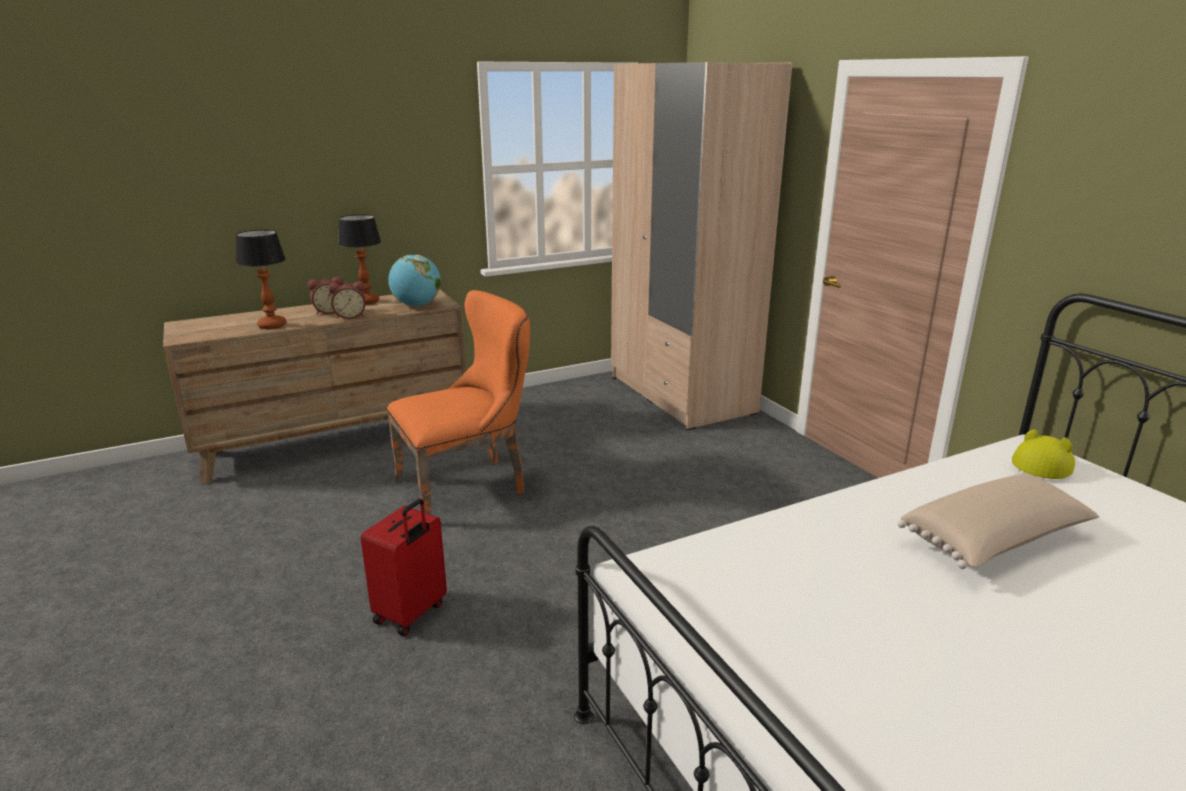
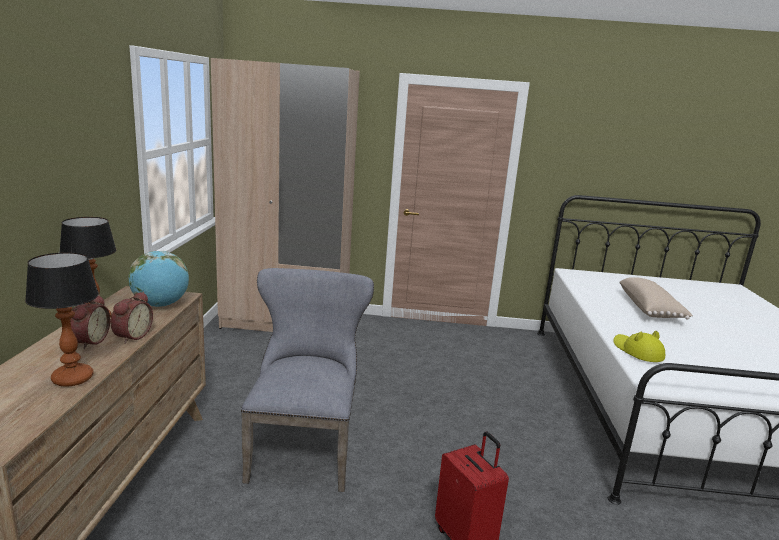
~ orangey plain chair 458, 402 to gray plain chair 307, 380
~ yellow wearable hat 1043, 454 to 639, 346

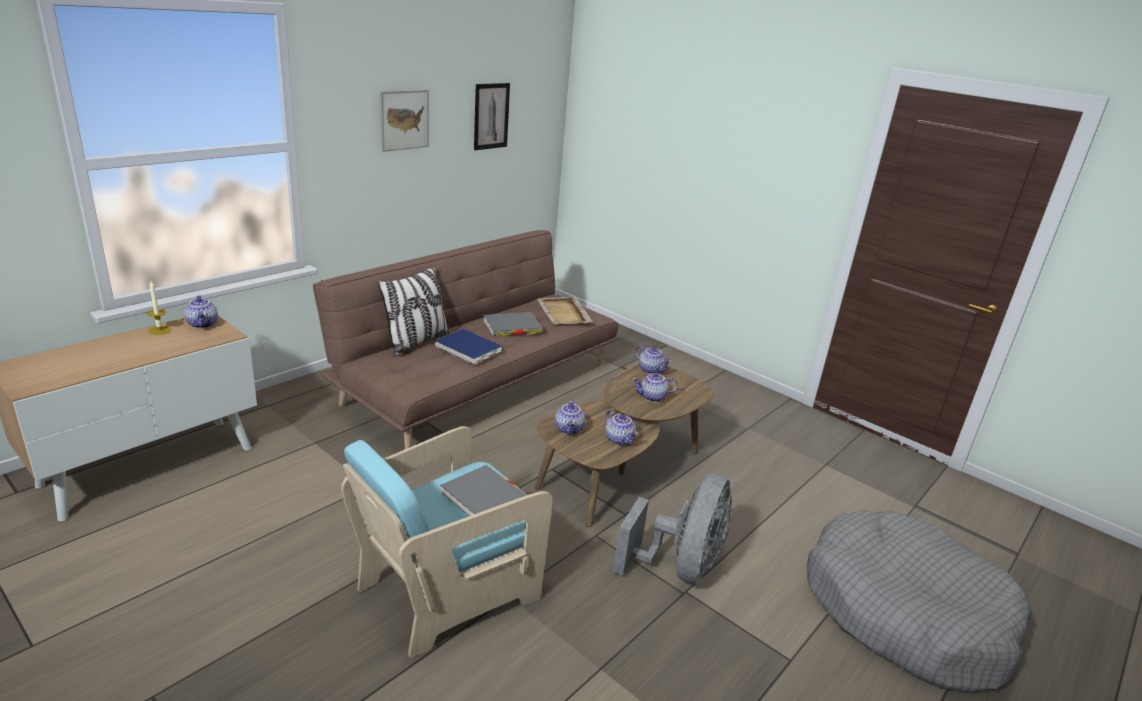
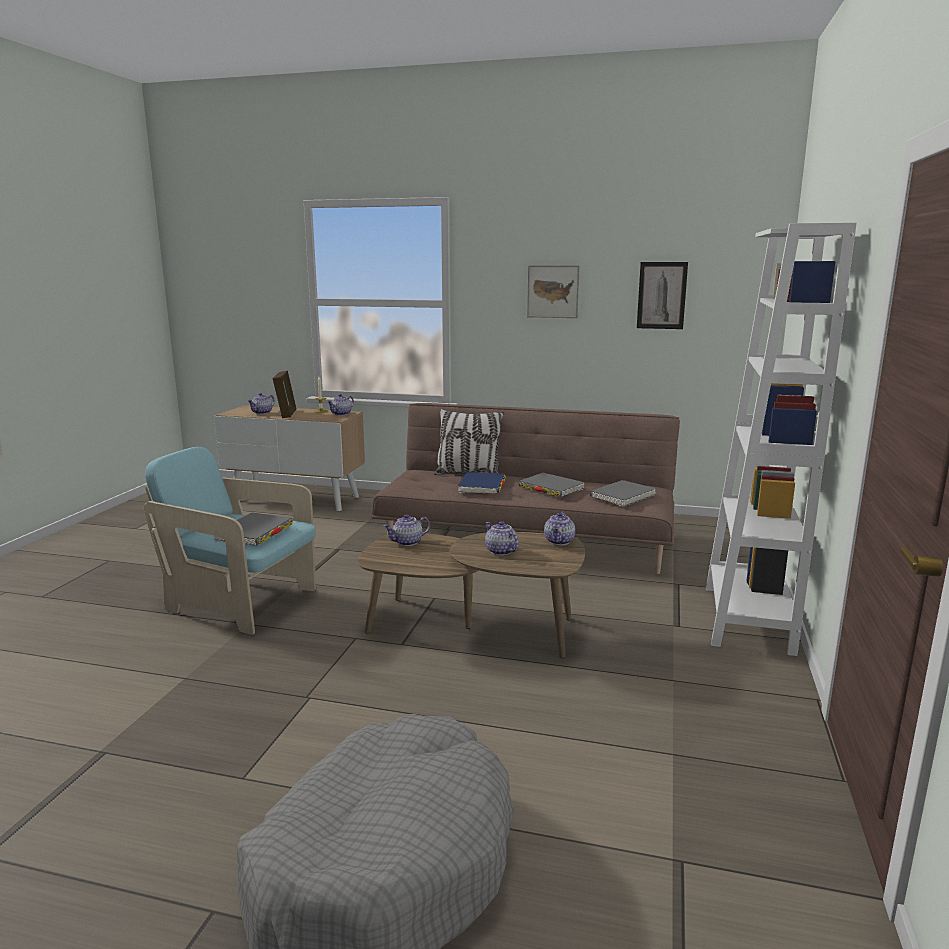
~ beige-coloured carrying tray 565, 310 to gray volume 622, 493
~ pot for tea 621, 427 to 261, 403
- gray cooling fan 672, 529
+ picture frame 284, 394
+ white bookshelf 781, 439

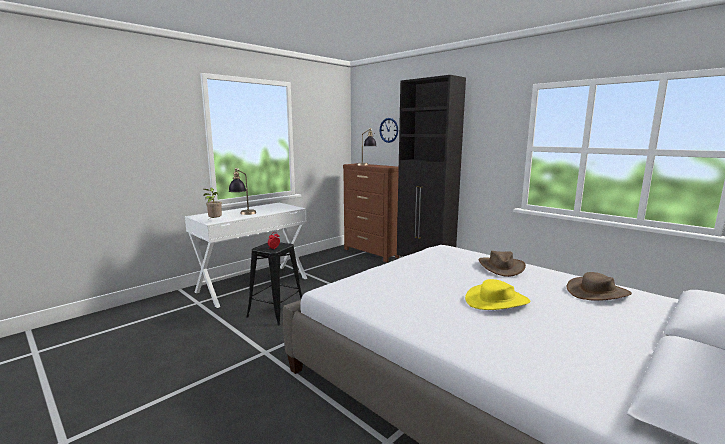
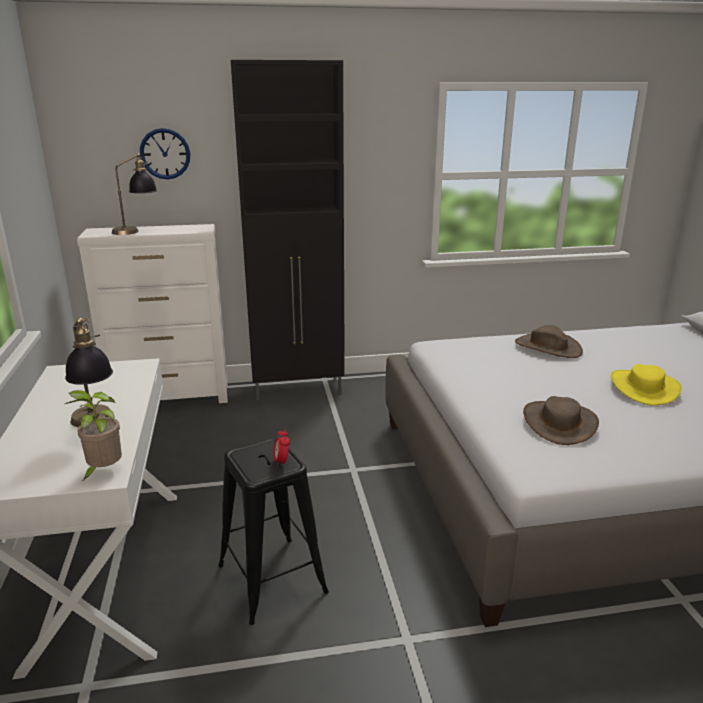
~ brown chest of drawers 371, 212 to white chest of drawers 152, 313
~ brown wearable hat 599, 286 to 561, 420

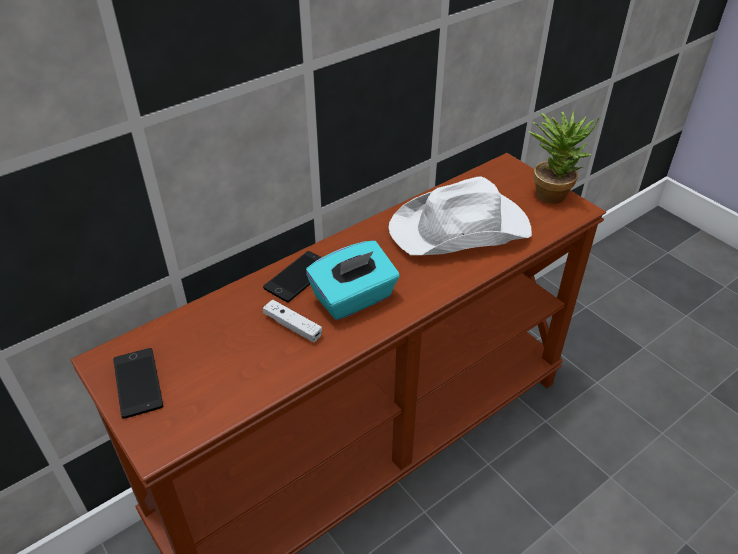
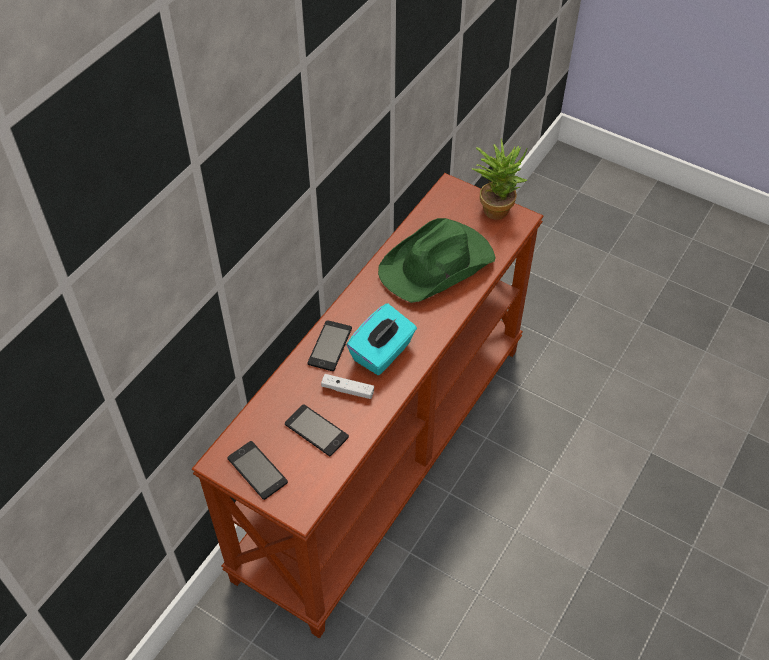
~ white wearable hat 460, 215 to greenish wearable hat 437, 260
+ phone 317, 430

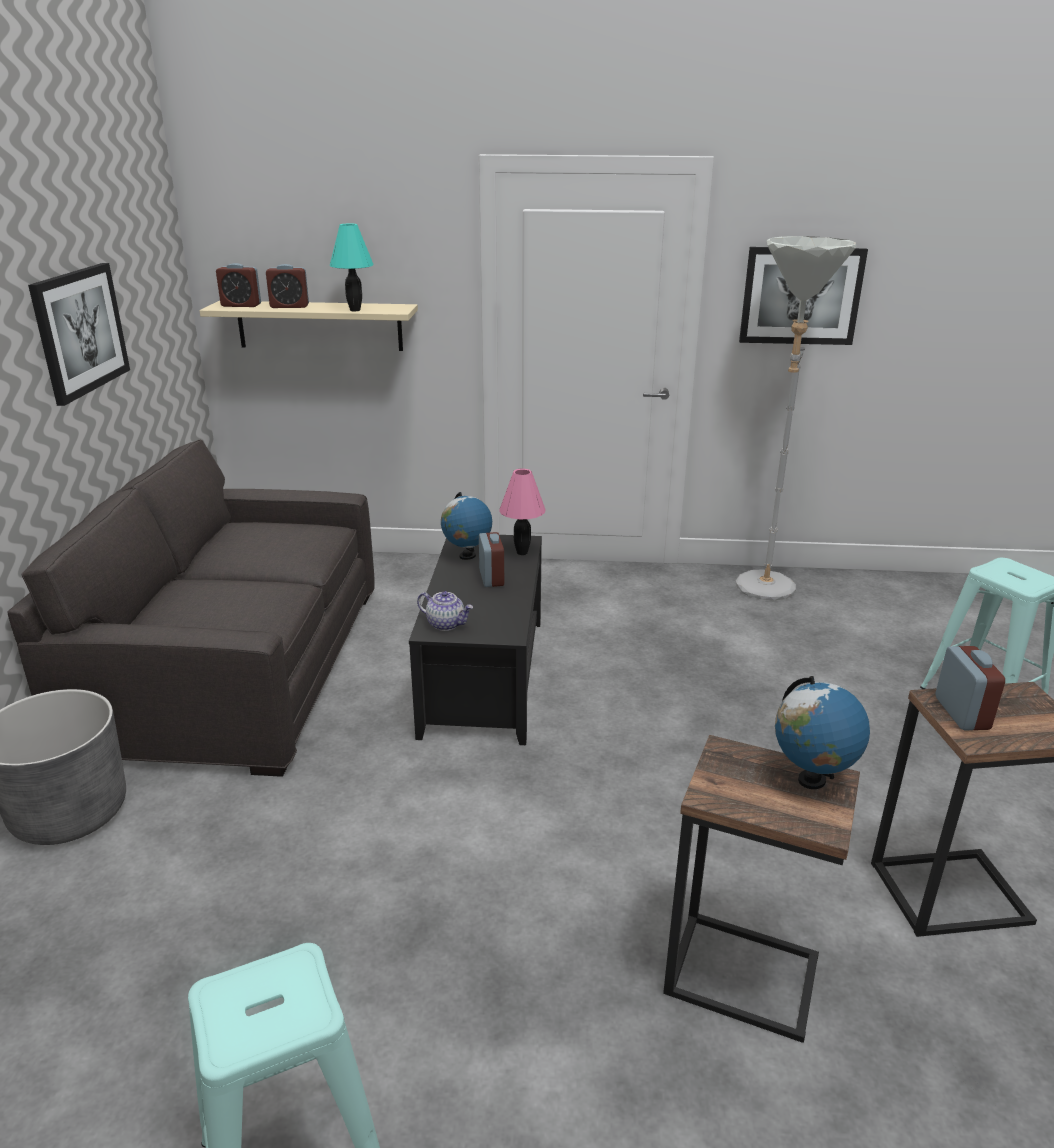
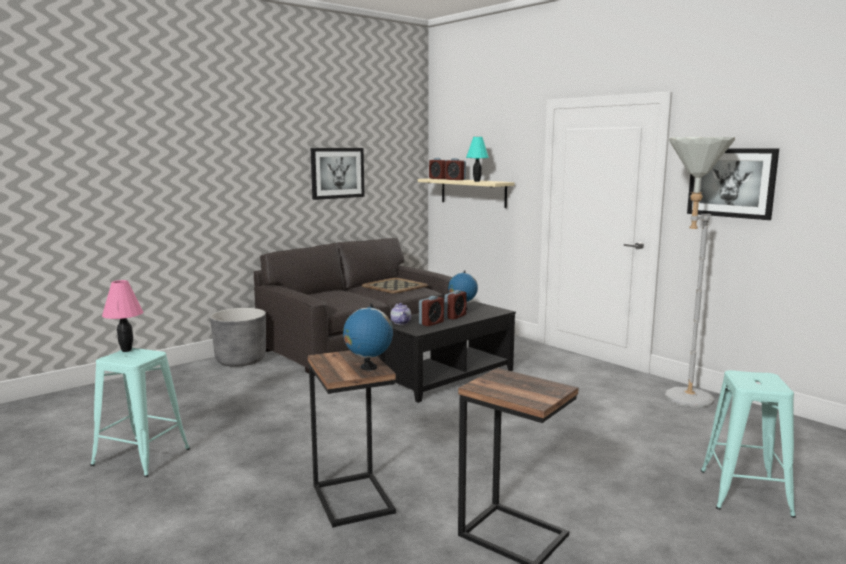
~ pink table lamp 522, 512 to 122, 316
~ bedside clock 970, 688 to 431, 311
+ carrying tray 395, 286

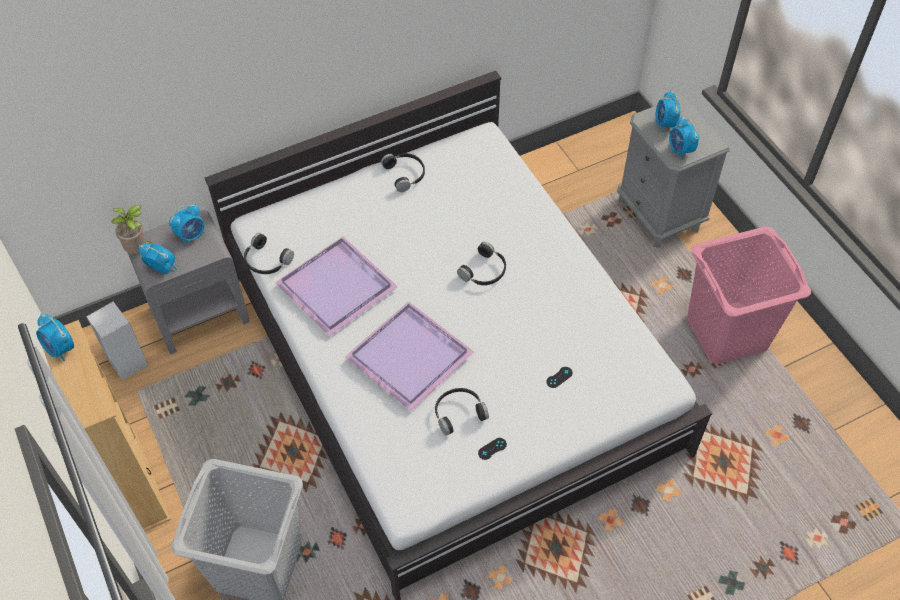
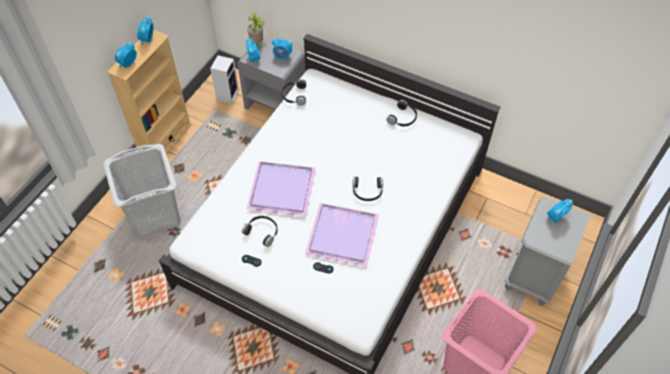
~ purplish carrying tray 336, 286 to 342, 235
~ bedside clock 684, 138 to 126, 55

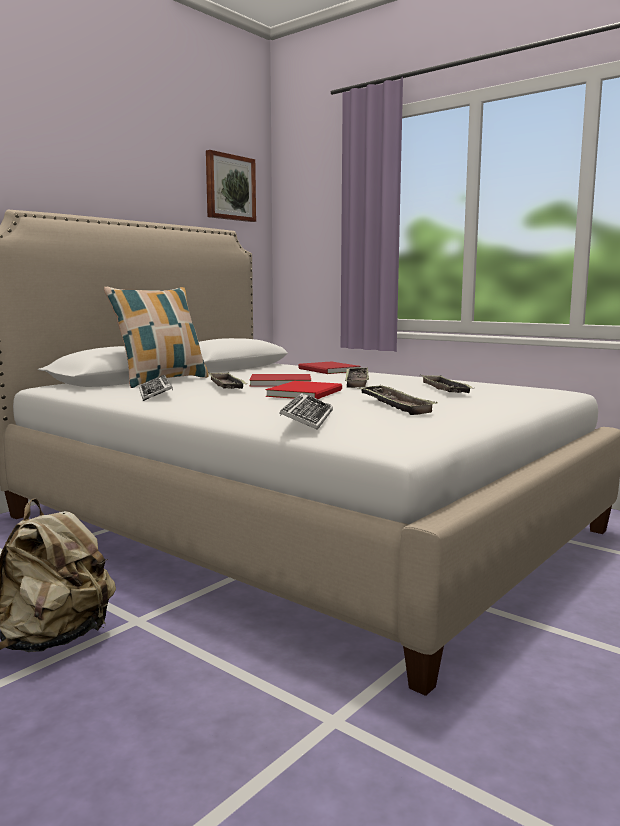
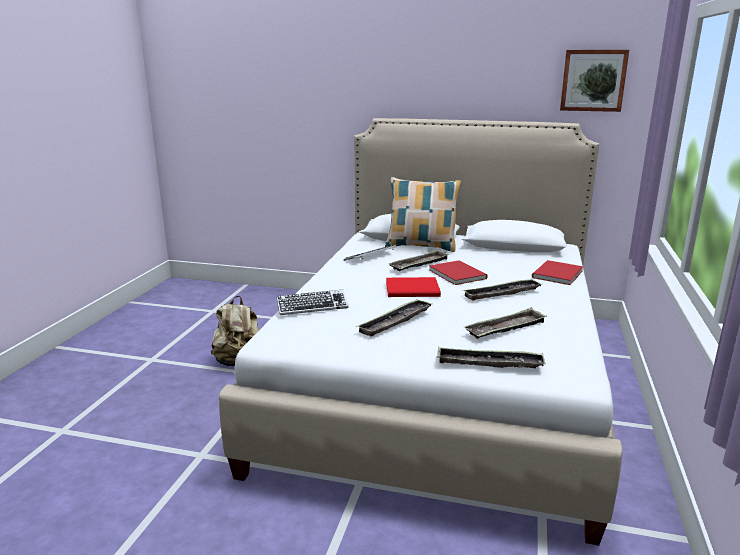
+ carrying tray 491, 357

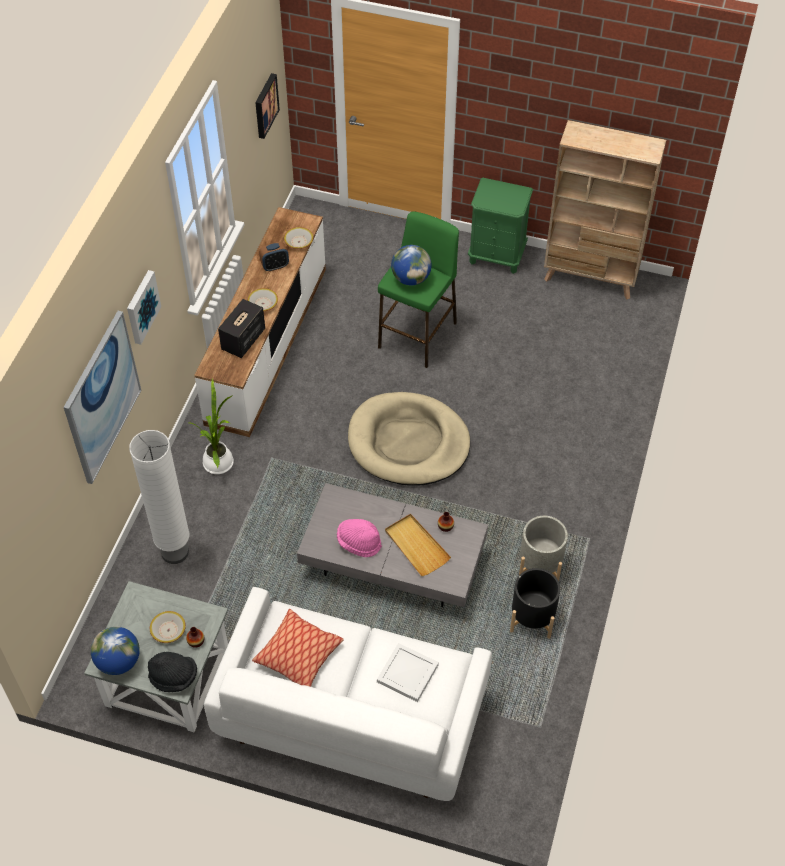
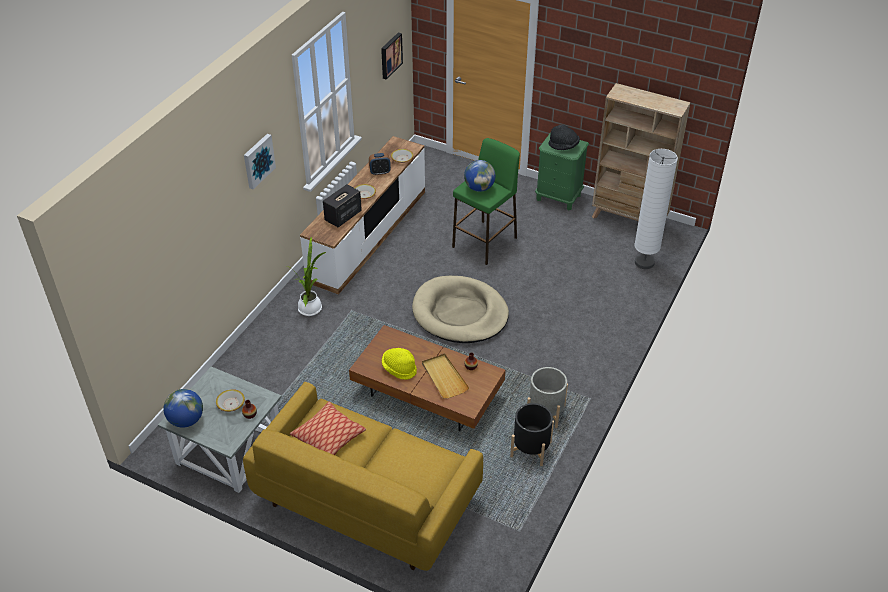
- wall picture 102, 397
~ white standard lamp 159, 497 to 656, 209
~ black-coloured wearable hat 172, 672 to 564, 137
~ white sofa 348, 694 to yellow sofa 363, 476
~ gray low table 392, 545 to brown low table 427, 378
~ pink wearable hat 359, 538 to yellow wearable hat 399, 364
- white carrying tray 408, 672

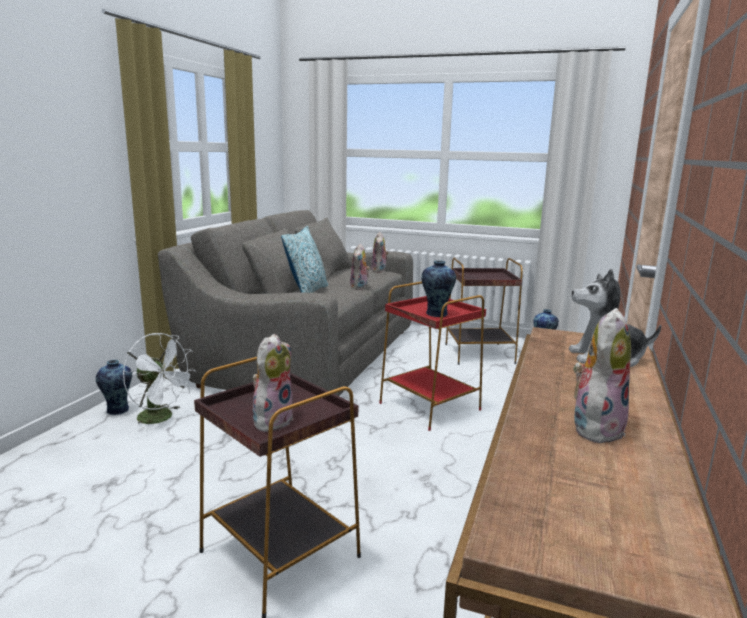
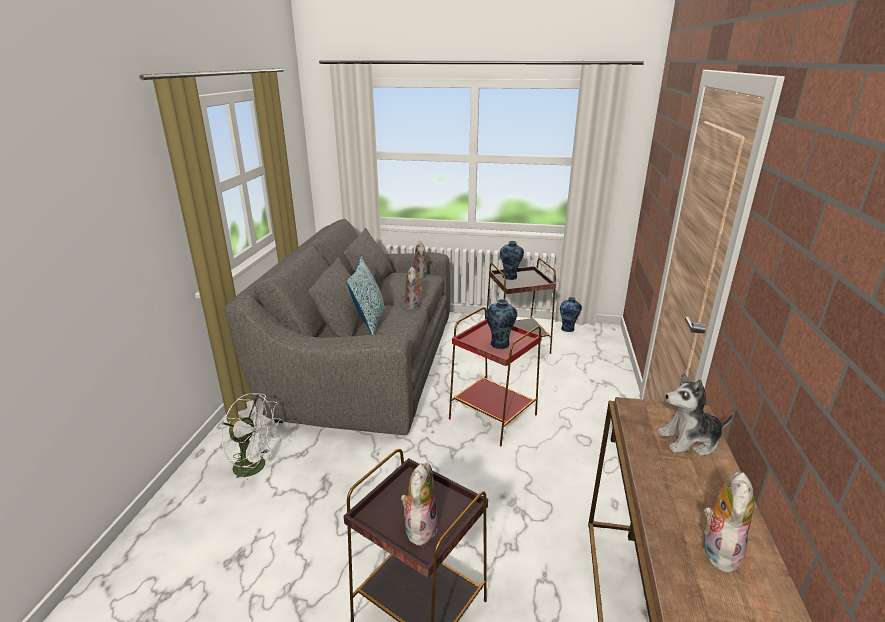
~ vase 114, 387 to 512, 260

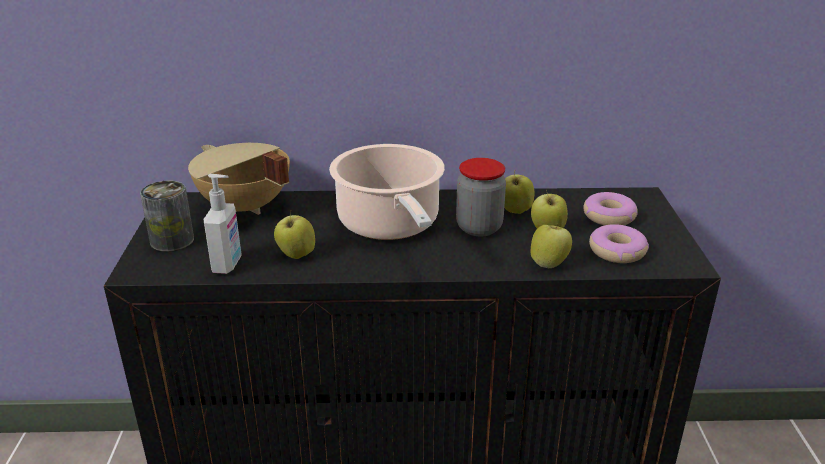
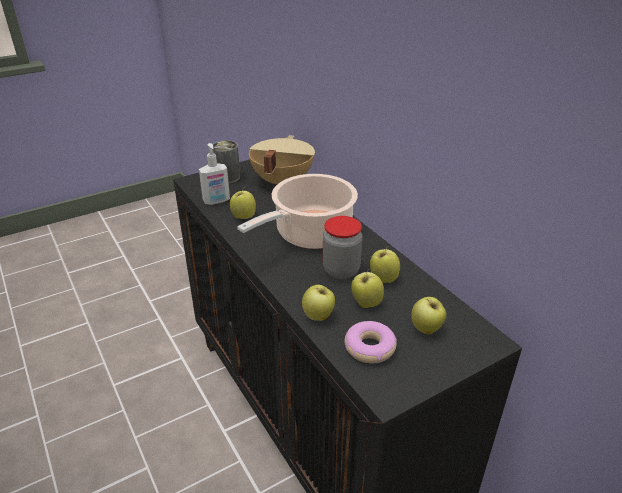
~ ring doughnut 610, 208 to apple 428, 315

